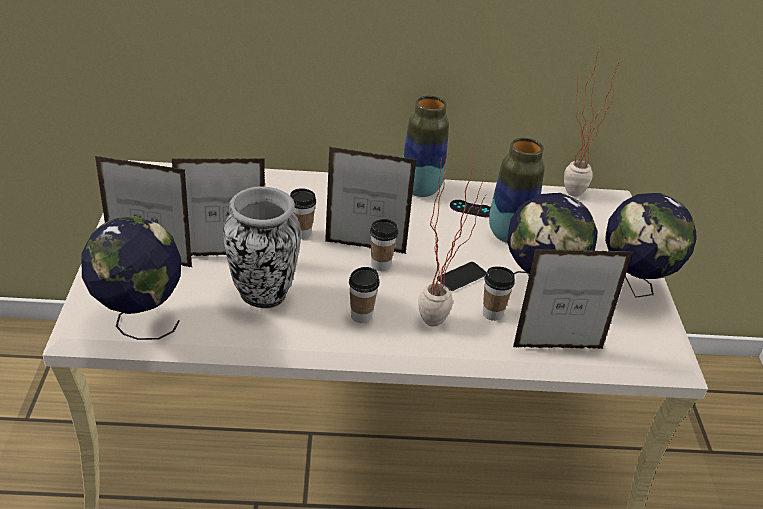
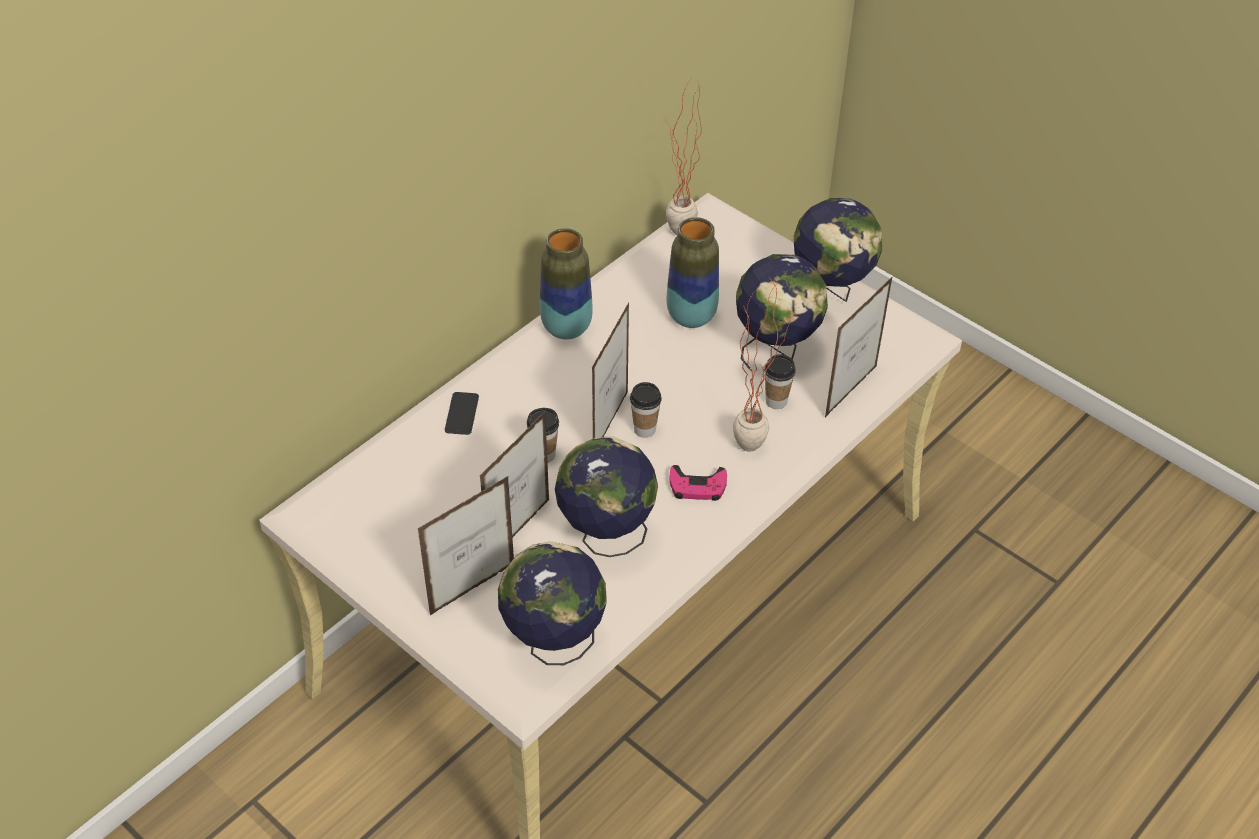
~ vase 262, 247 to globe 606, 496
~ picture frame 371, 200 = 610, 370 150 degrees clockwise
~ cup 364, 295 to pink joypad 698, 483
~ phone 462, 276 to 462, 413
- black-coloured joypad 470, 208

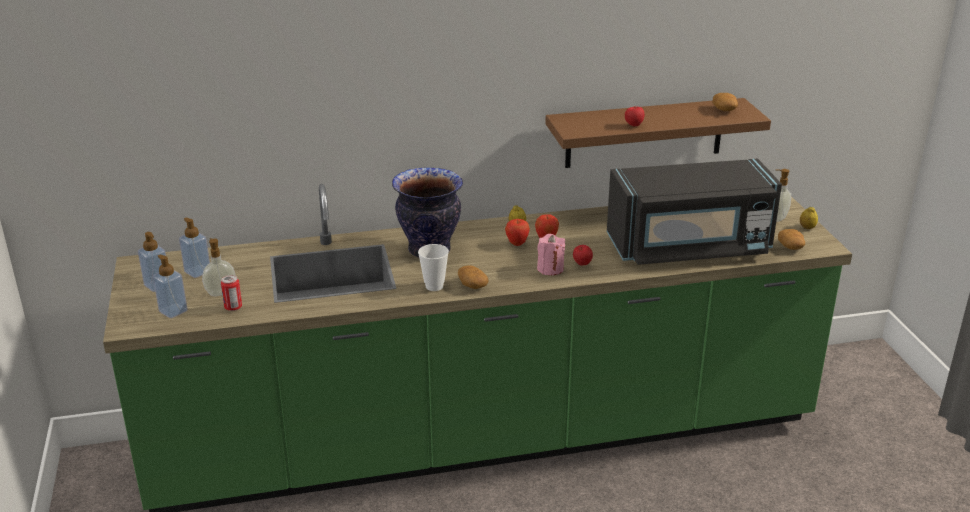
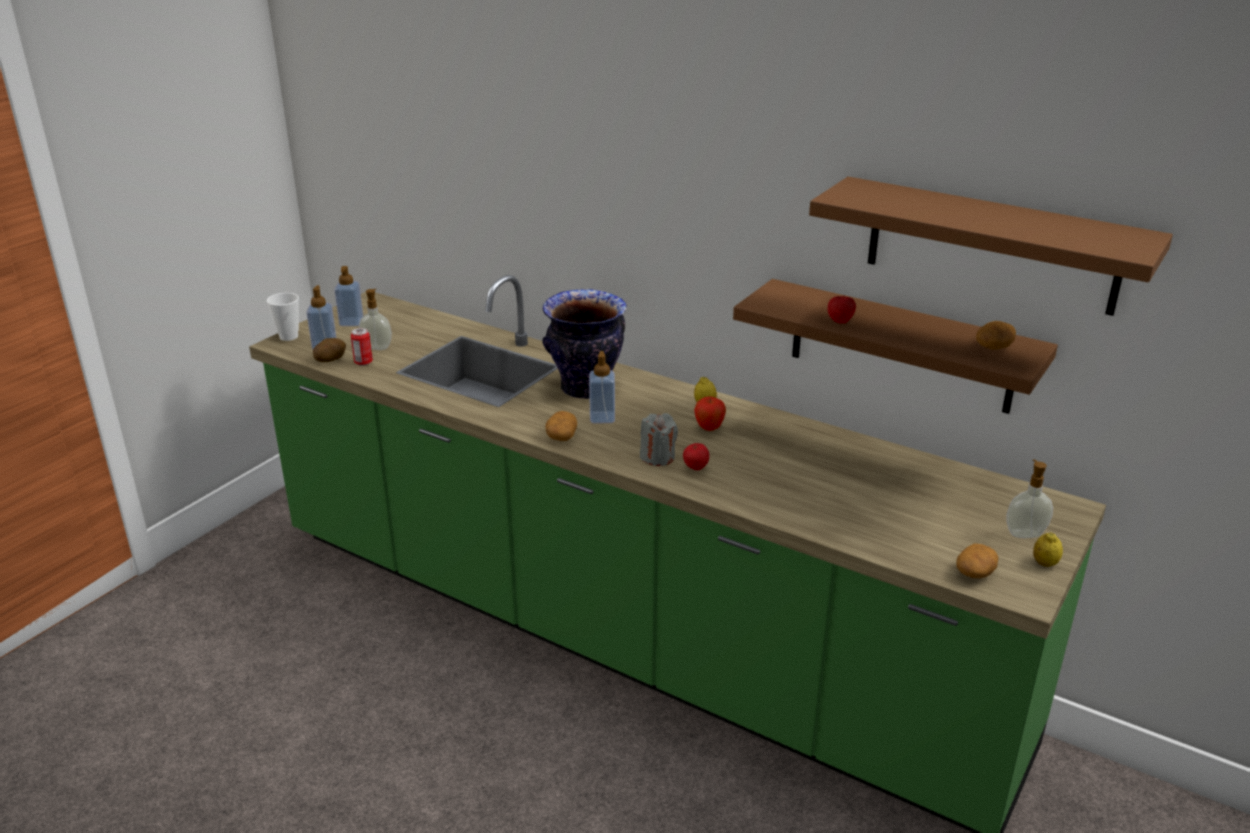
~ soap dispenser 194, 247 to 602, 387
~ cup 433, 267 to 283, 317
- apple 517, 232
~ pink wax candle 551, 254 to gray wax candle 659, 439
- black-coloured microwave 694, 212
+ whole potato 329, 350
+ brown wall shelf 991, 246

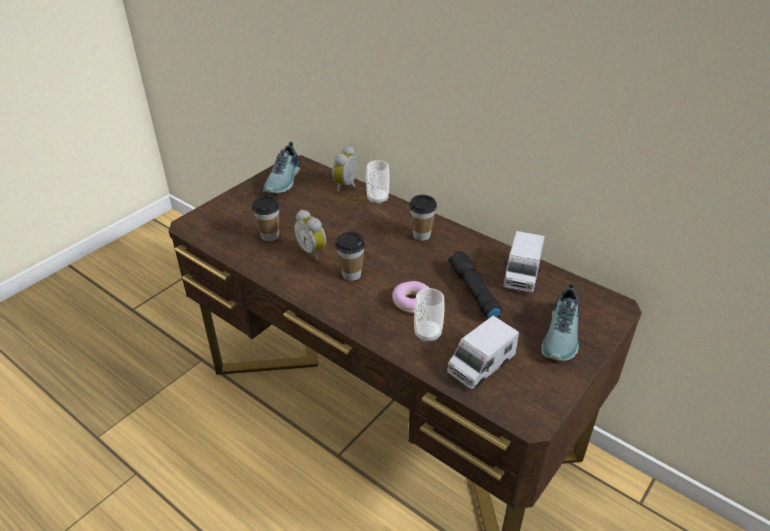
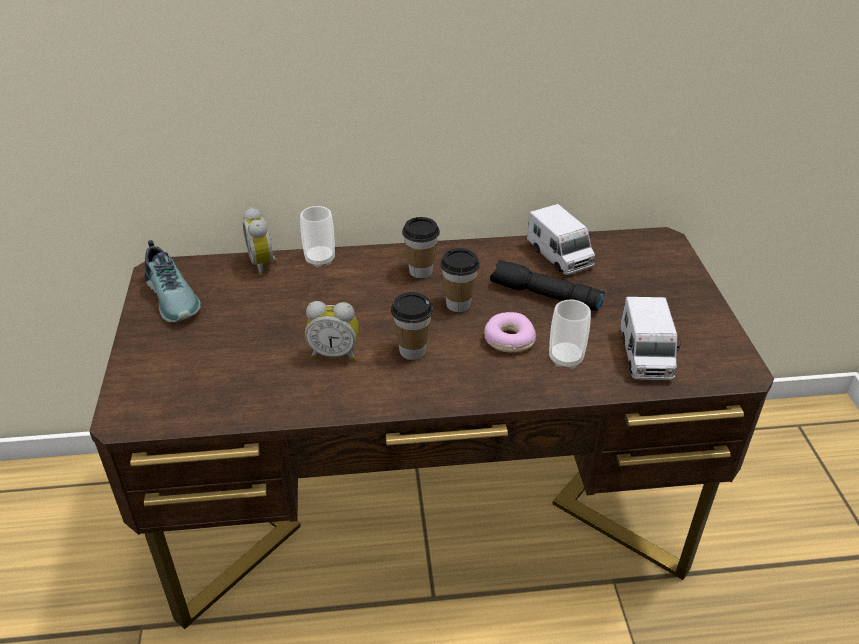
~ cup 266, 219 to 460, 280
- shoe 560, 321

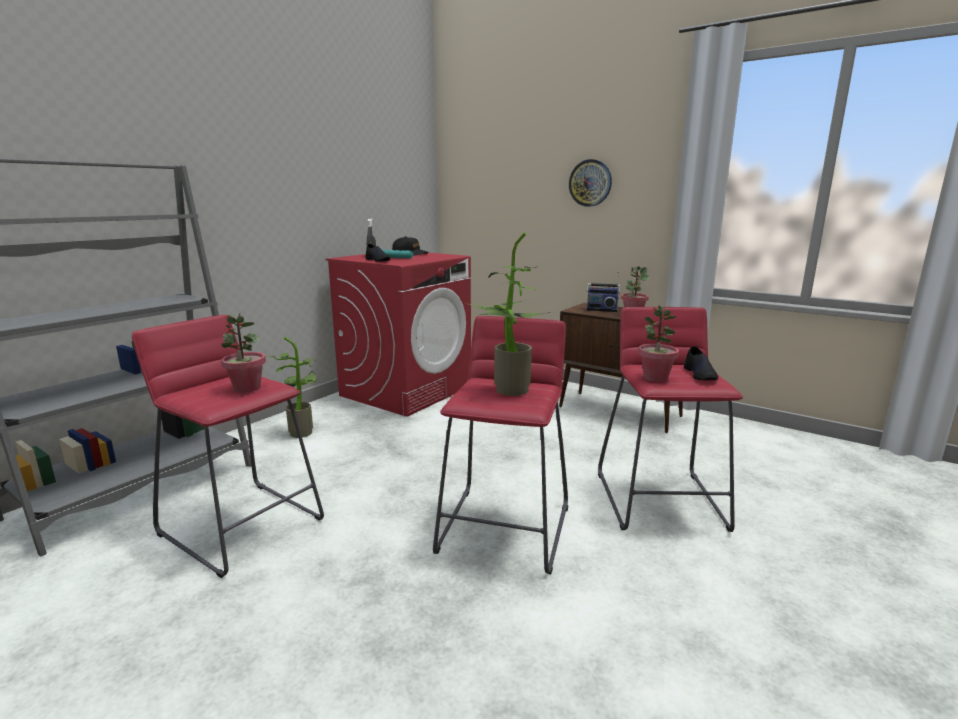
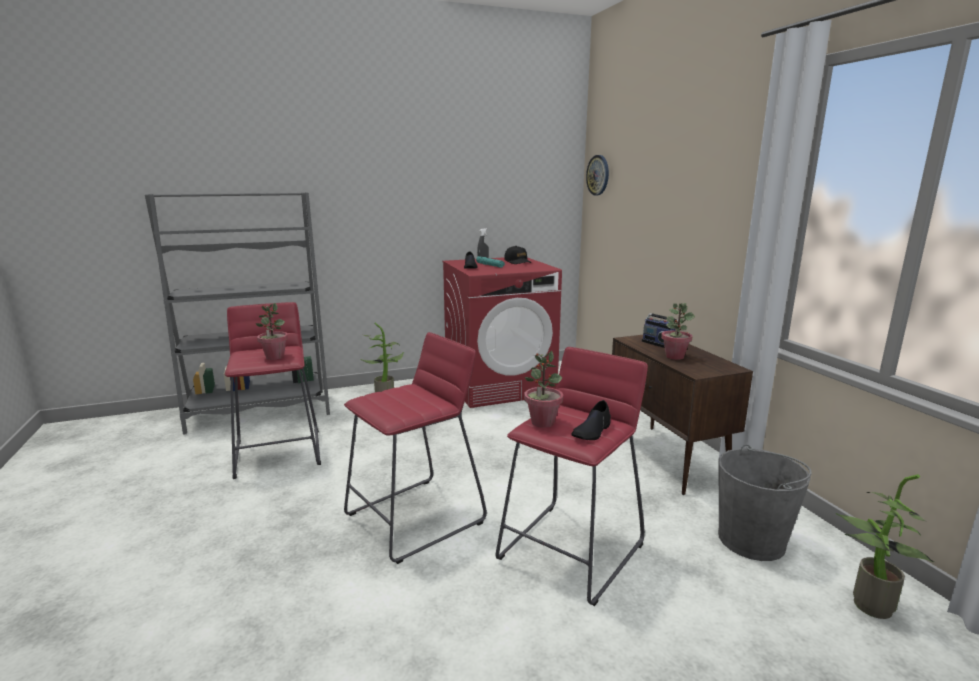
~ plant in a pot 508, 314 to 885, 546
~ hanging clock 590, 183 to 597, 175
+ gray pail 765, 502

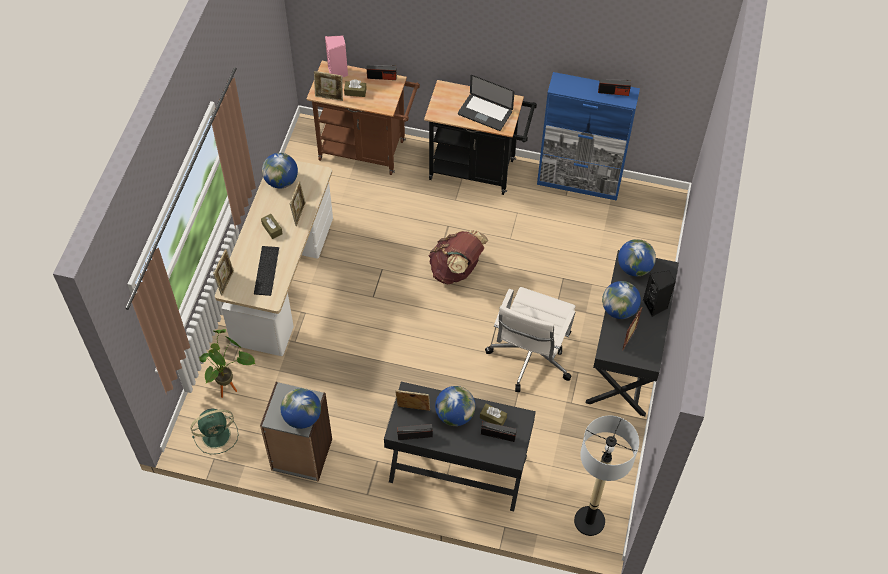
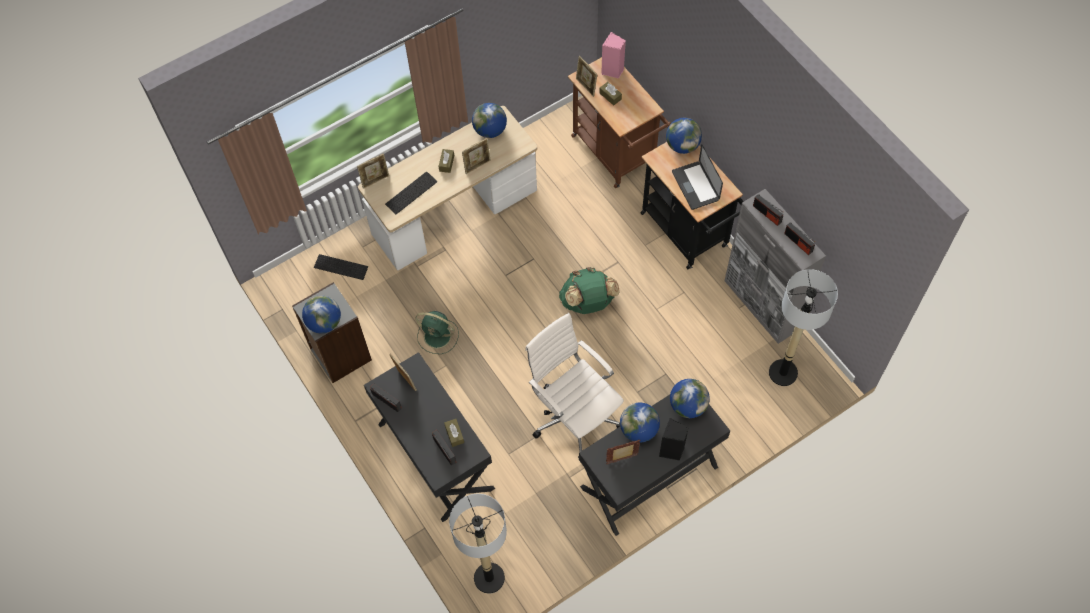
~ greenish cooling fan 214, 431 to 437, 332
~ plant in a pot 227, 363 to keyboard 341, 267
~ radio 382, 72 to 768, 210
~ brown backpack 458, 257 to greenish backpack 589, 290
~ globe 455, 406 to 684, 136
~ white computer chair 530, 339 = 574, 388 75 degrees clockwise
~ blue-coloured cupboard 588, 136 to gray cupboard 775, 266
+ standard lamp 803, 327

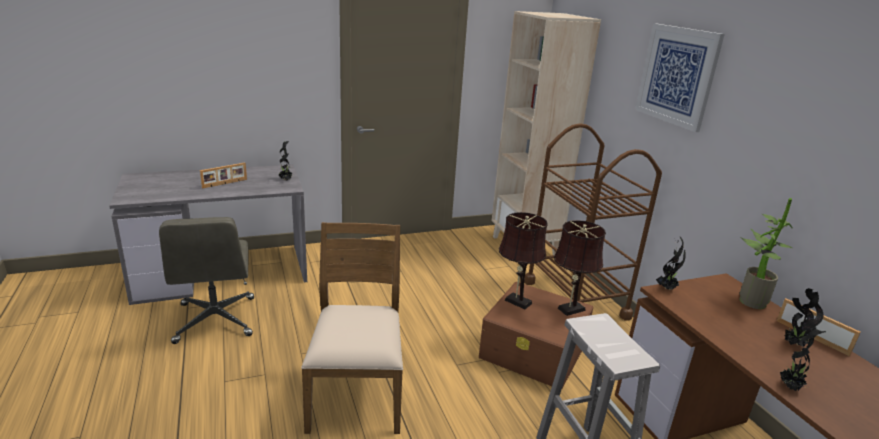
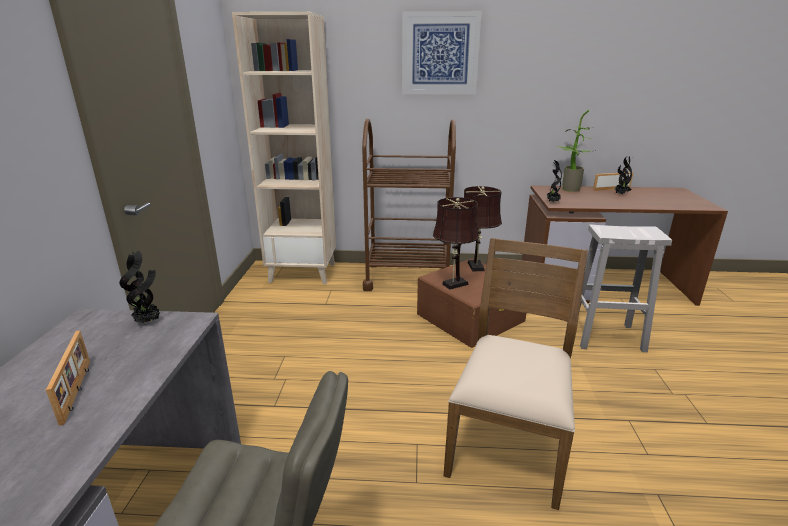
~ brown plain chair 352, 328 = 516, 374 90 degrees clockwise
- plant in a pot 803, 359

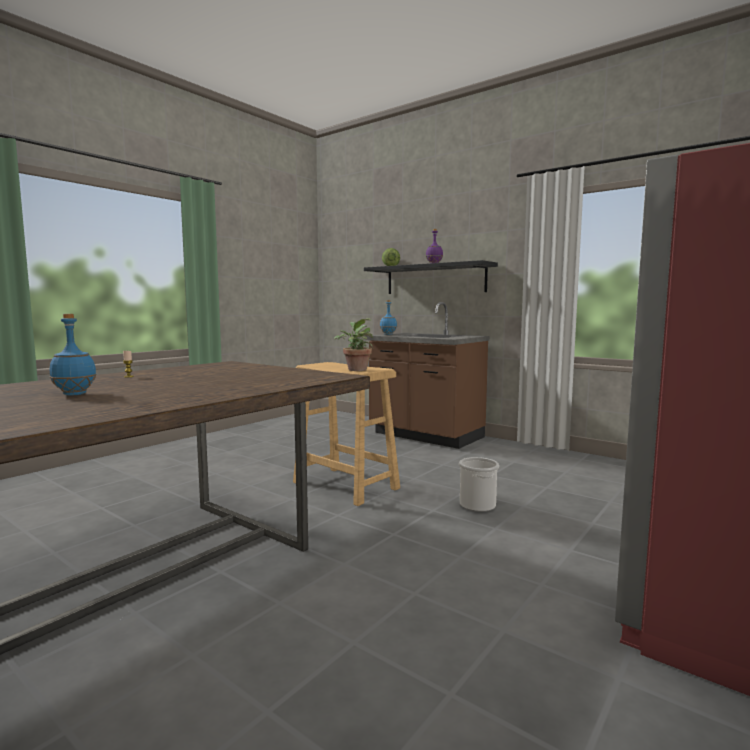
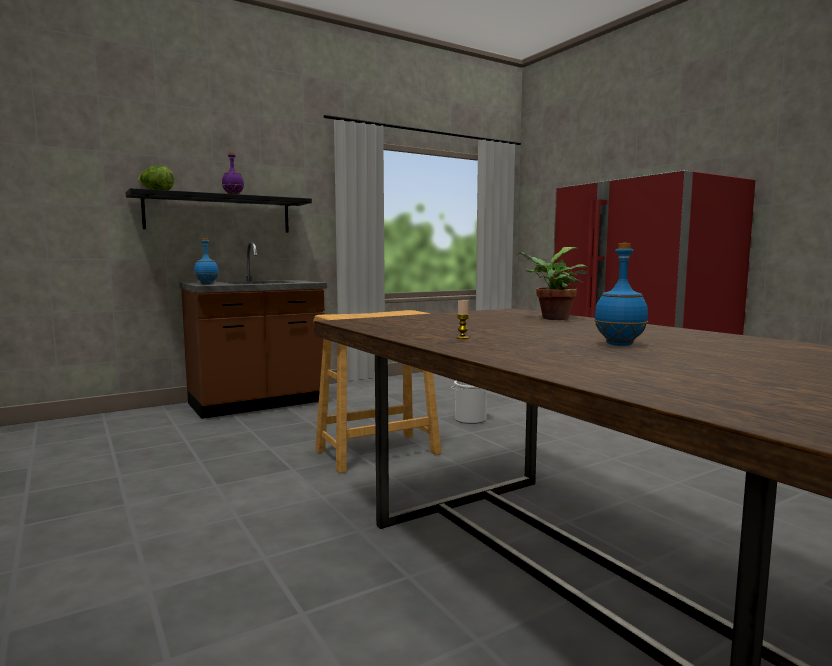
~ plant in a pot 353, 344 to 552, 283

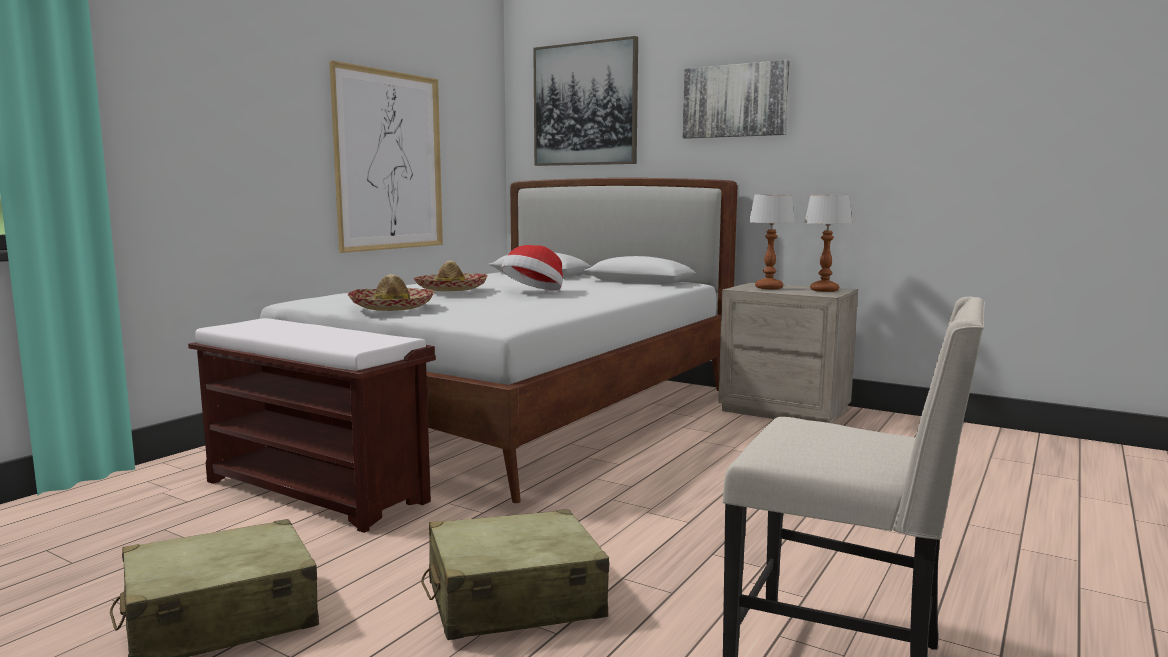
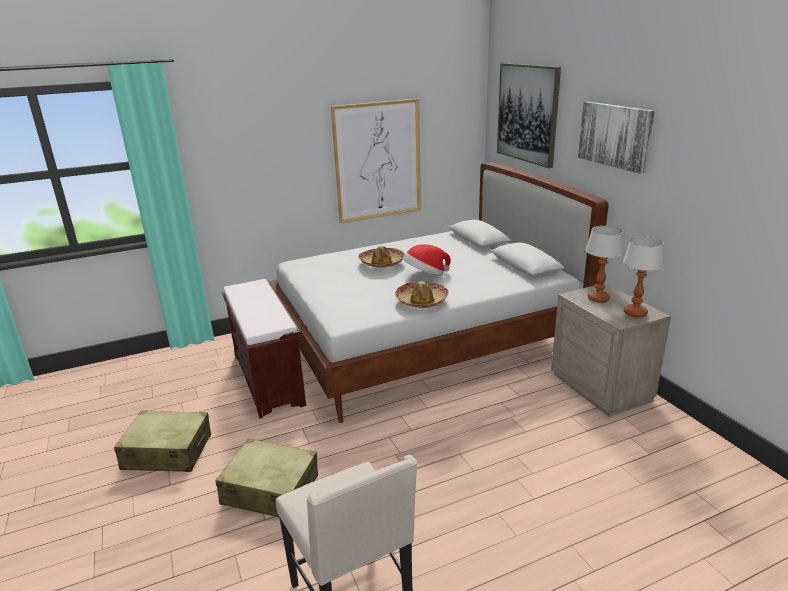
~ wearable hat 391, 292 to 422, 294

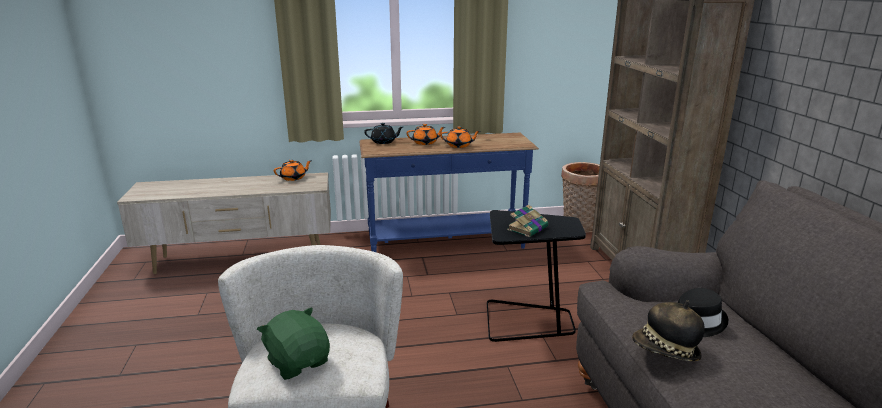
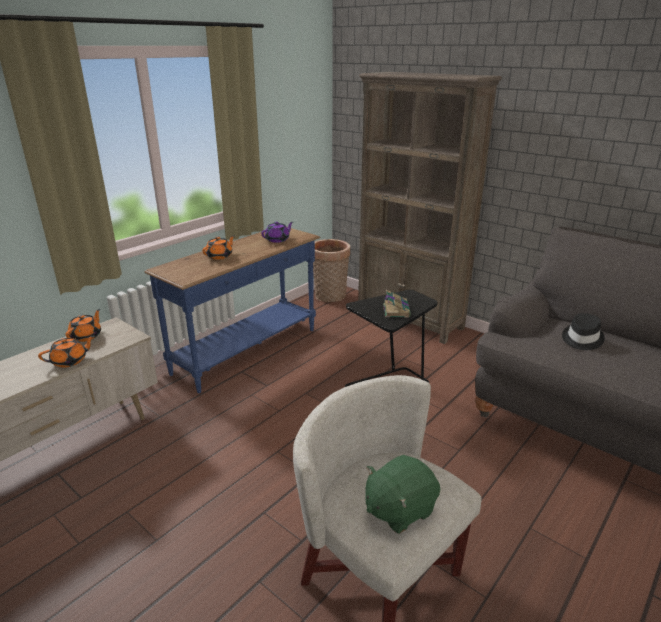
~ greenish cuddly toy 293, 343 = 402, 494 45 degrees counterclockwise
- black-coloured pot for tea 383, 133
~ orangey pot for tea 460, 137 to 66, 351
- wearable hat 668, 330
+ purplish pot for tea 277, 232

